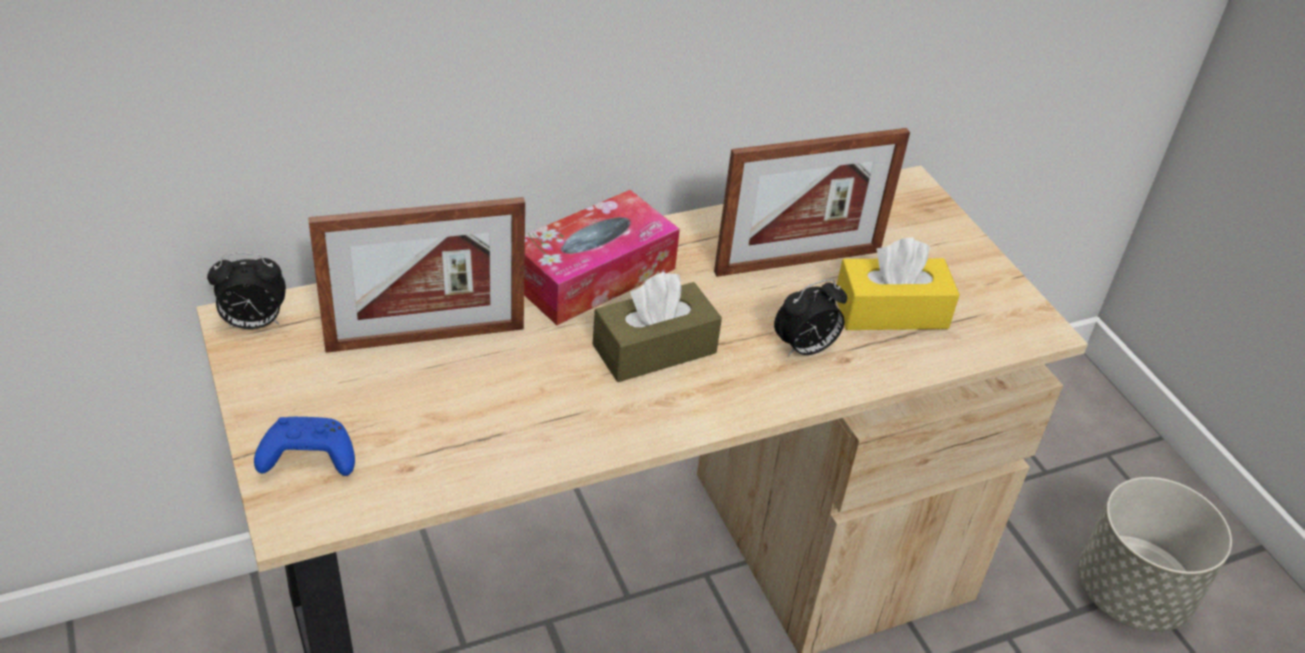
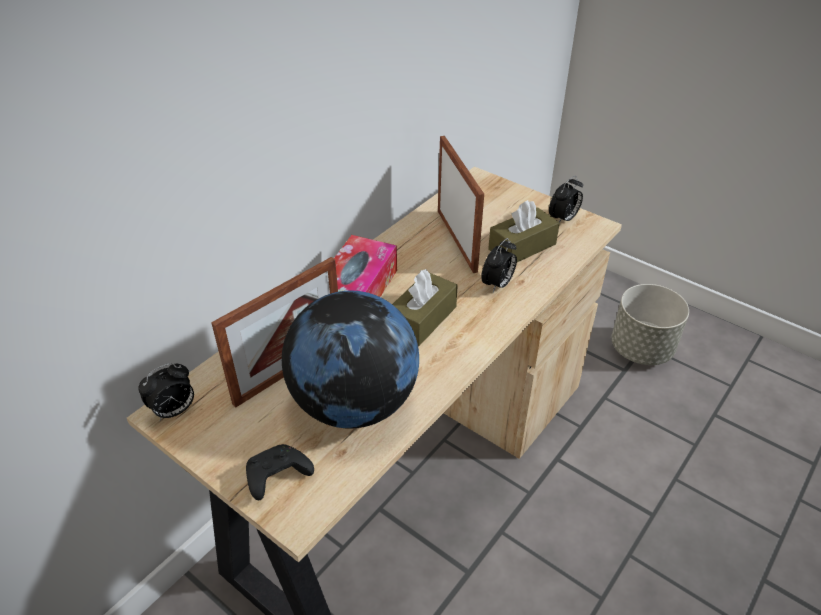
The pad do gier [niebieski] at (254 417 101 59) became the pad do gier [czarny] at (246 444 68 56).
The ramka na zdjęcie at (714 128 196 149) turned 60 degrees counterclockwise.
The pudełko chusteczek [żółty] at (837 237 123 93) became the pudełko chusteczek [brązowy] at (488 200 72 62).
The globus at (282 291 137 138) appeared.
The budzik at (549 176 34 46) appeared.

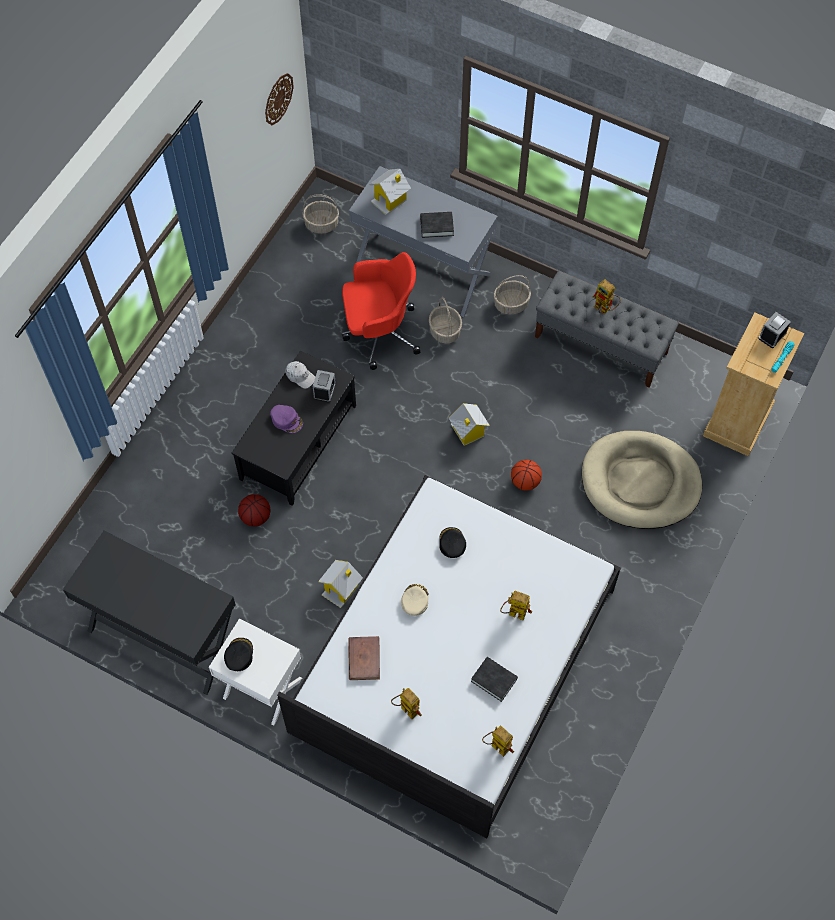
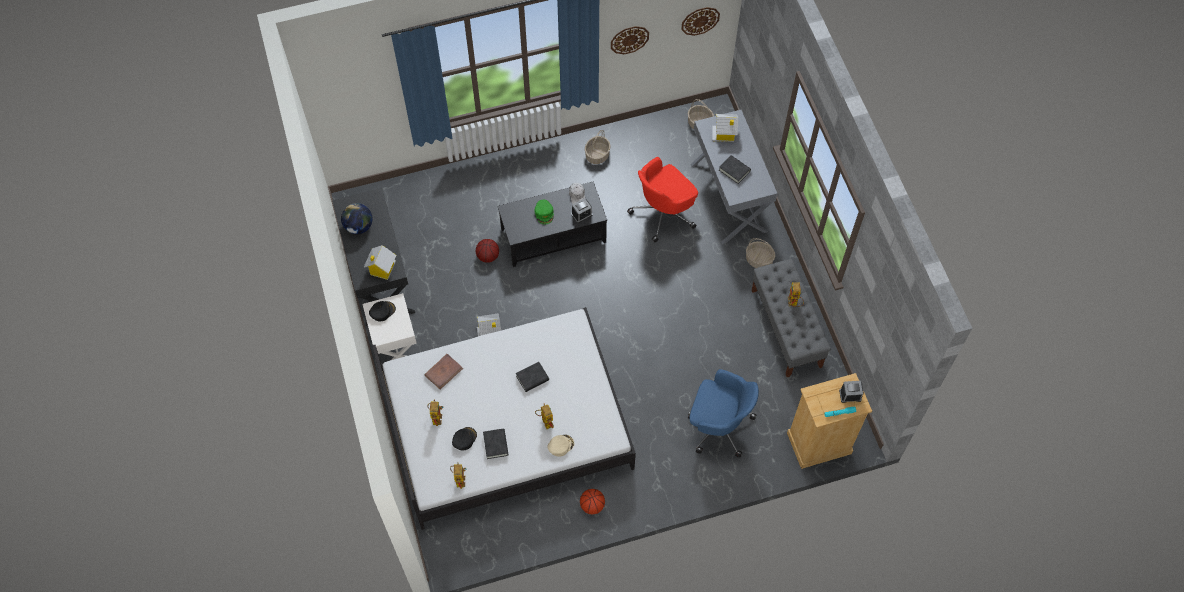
The czapka z daszkiem [fioletowy] at (270 405 33 28) became the czapka z daszkiem [zielony] at (535 200 19 25).
The krzesło biurowe [czerwony] at (342 252 78 118) turned 105 degrees clockwise.
The czapka z daszkiem [beżowy] moved from (401 584 28 32) to (547 435 27 22).
The koszyk moved from (429 297 33 46) to (585 130 26 34).
The czapka z daszkiem [czarny] moved from (439 527 27 31) to (452 427 25 24).
The domek moved from (449 403 41 43) to (364 245 32 35).
The piłka do koszykówki moved from (511 460 31 31) to (580 489 25 25).
The legowisko [beżowy] at (582 431 120 98) was replaced by the krzesło biurowe [niebieski] at (688 369 71 89).
The globus at (341 203 31 31) appeared.
The książka [czarny] at (516 362 33 30) appeared.
The zegar ścienny at (611 26 38 28) appeared.

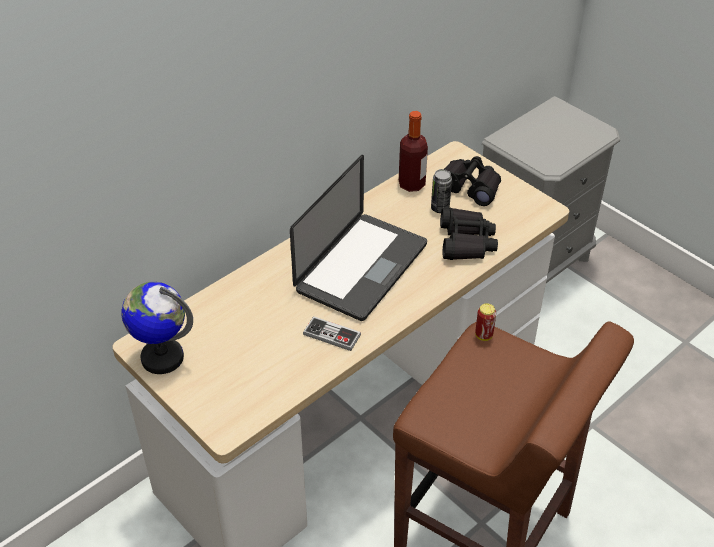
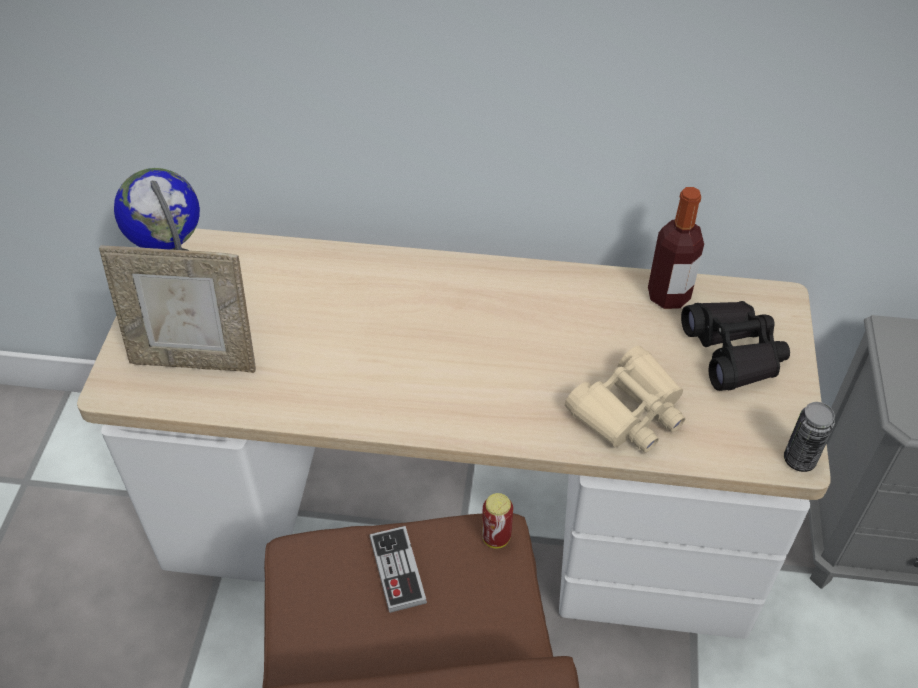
The laptop at (290 155 137 166) disappeared.
The pad do gier moved from (303 316 58 35) to (370 526 57 87).
The puszka moved from (431 169 21 44) to (784 402 51 70).
The lornetka [czarny] at (440 208 58 52) became the lornetka [beżowy] at (565 346 121 107).
The ramka na zdjęcie at (99 245 157 128) appeared.

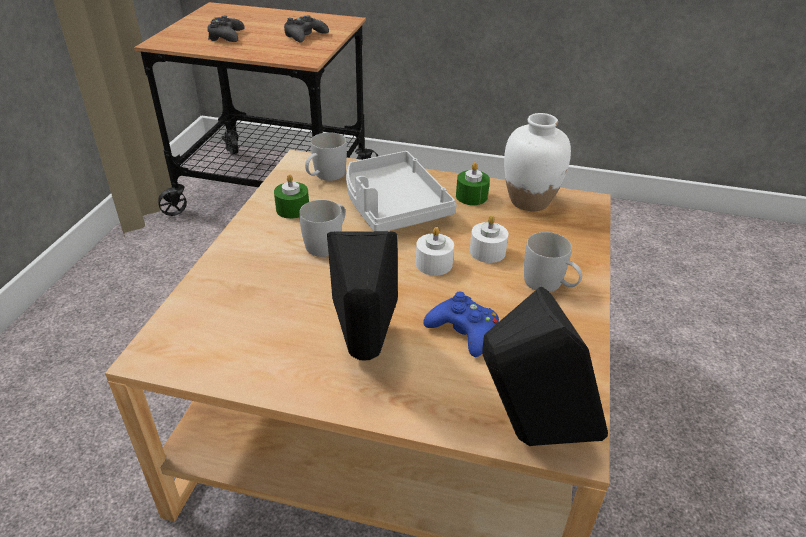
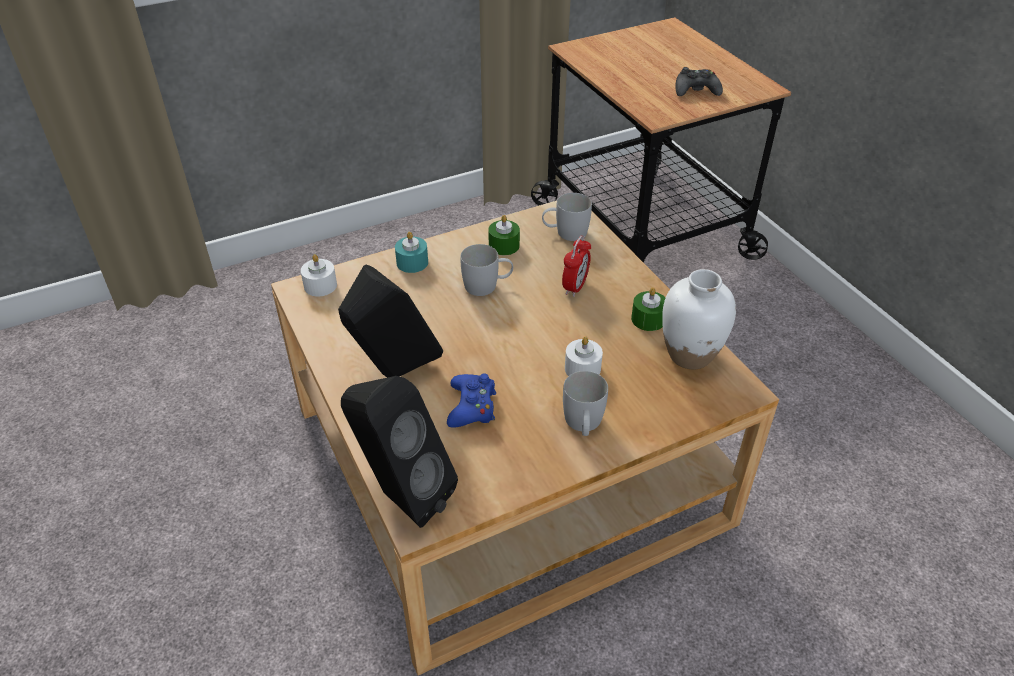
The pad do gier [czarny] at (207 16 38 26) disappeared.
The taca [szary] at (346 151 111 80) was replaced by the budzik at (562 235 29 62).
The świeca [biały] moved from (416 227 38 49) to (301 254 36 42).
The świeca [turkusowy] at (395 232 33 41) appeared.

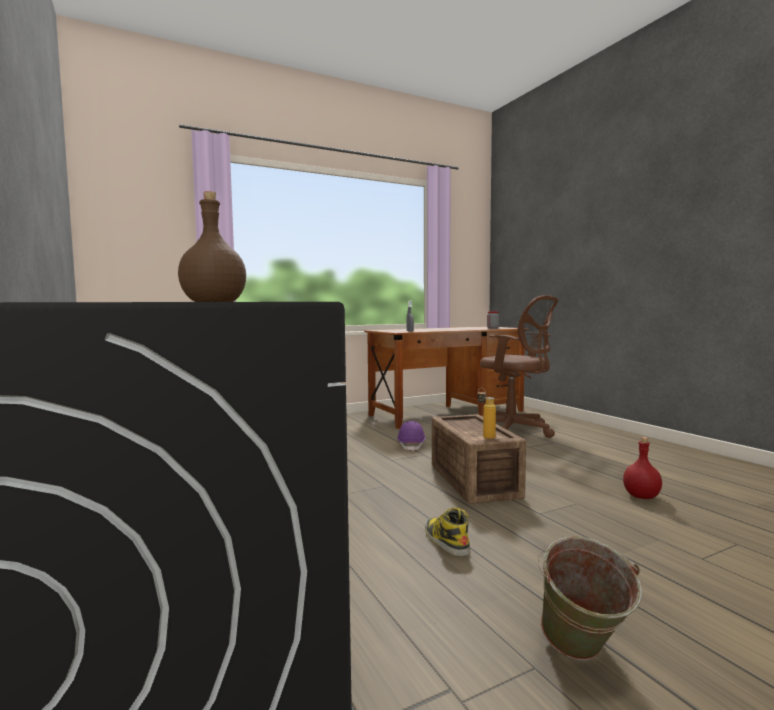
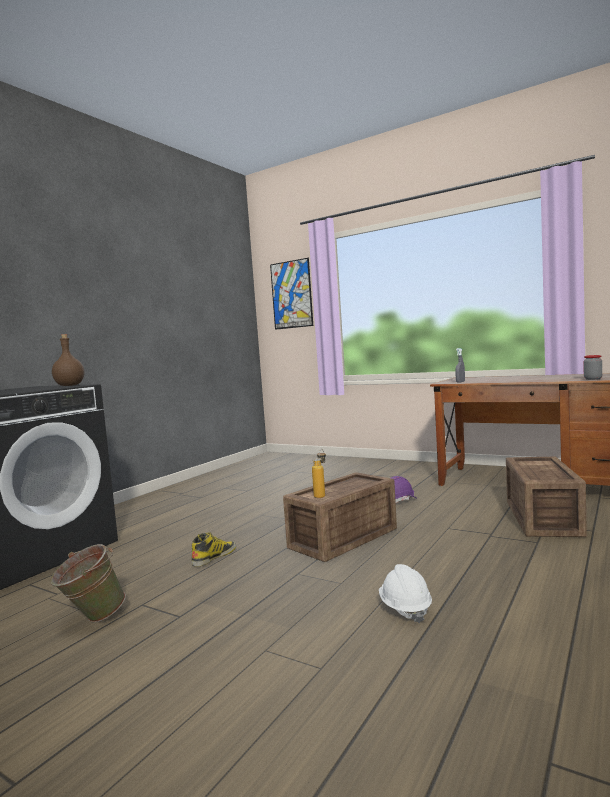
The krzesło biurowe [brązowy] at (480 295 78 143) was replaced by the skrzynka at (506 457 81 80).
The butelka [czerwony] at (623 437 39 62) was replaced by the kask [biały] at (379 564 53 59).
The obraz at (270 258 43 72) appeared.

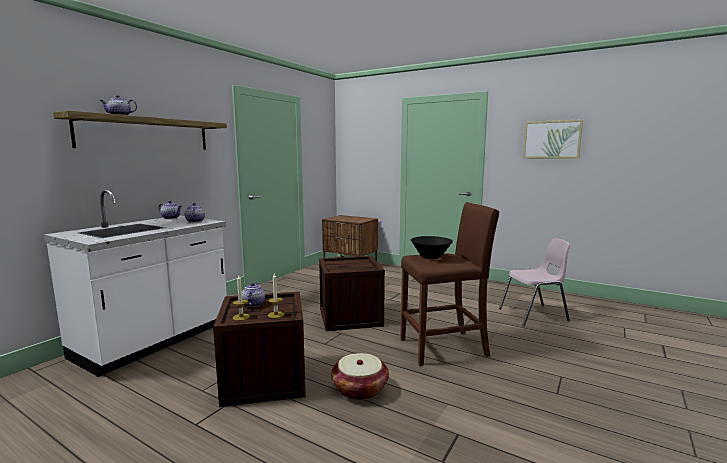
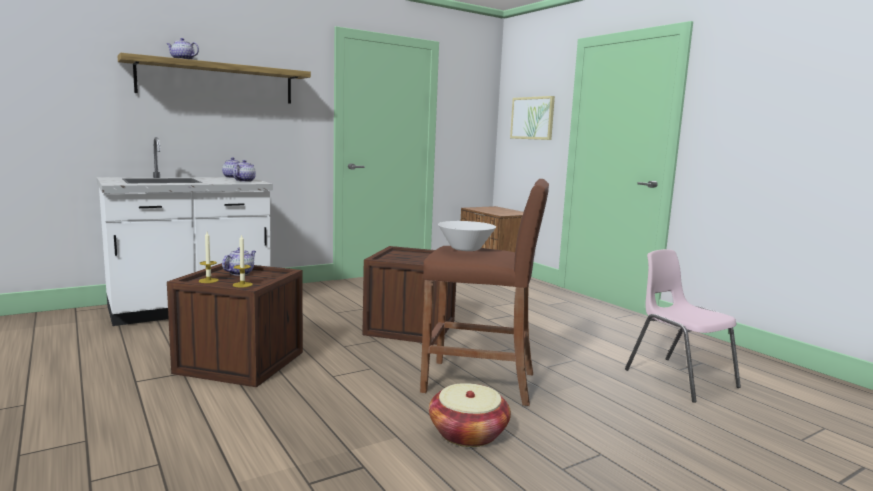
The koszyk moved from (331 353 58 47) to (429 383 82 64).
The miska [czarny] at (411 236 42 23) became the miska [biały] at (438 221 58 30).
The krzesło [różowy] at (499 238 72 88) turned 135 degrees counterclockwise.
The obraz moved from (523 119 60 40) to (510 96 45 44).

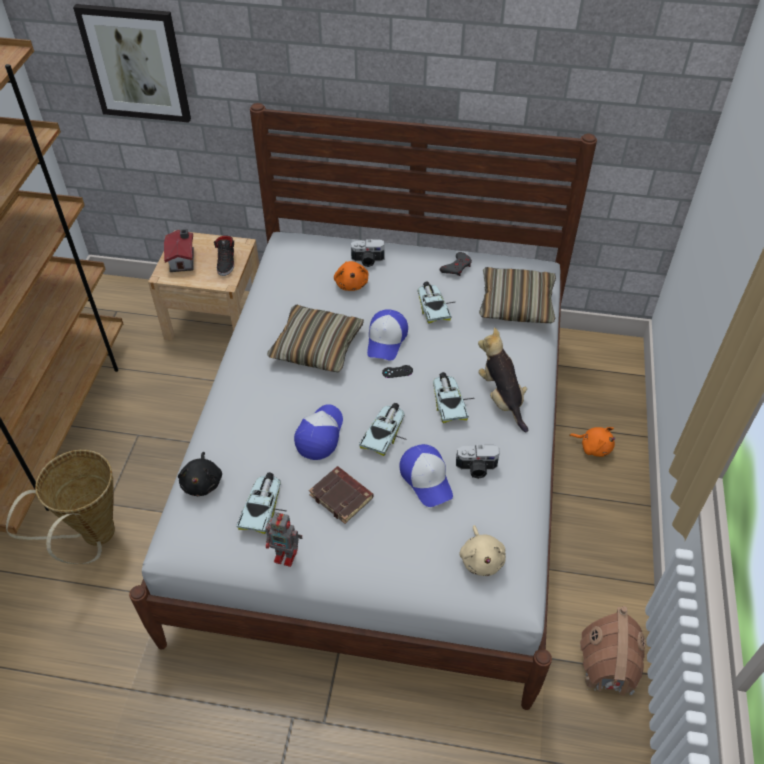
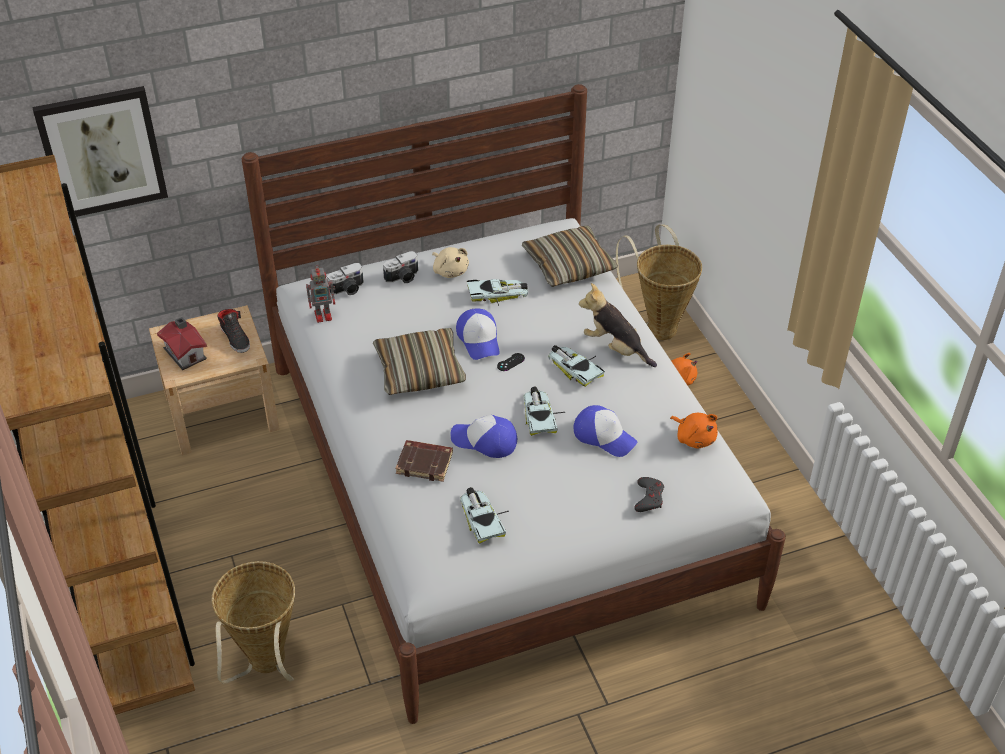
The pluszak [czarny] at (178 452 44 44) disappeared.
The robot zabawkowy moved from (265 512 37 55) to (306 265 29 58).
The czapka z daszkiem at (294 404 49 56) turned 60 degrees counterclockwise.
The książka [brązowy] moved from (309 466 65 58) to (395 440 58 42).
The pluszak [pomarańczowy] moved from (334 261 35 30) to (670 413 48 36).
The samochodzik at (418 281 37 43) turned 120 degrees clockwise.
The pad do gier [szary] moved from (440 252 32 24) to (634 477 30 35).
The aparat fotograficzny moved from (456 445 44 34) to (327 263 37 32).
The pluszak [beżowy] moved from (460 525 46 51) to (432 247 37 31).
The domek at (580 606 65 90) disappeared.
The koszyk at (616 224 86 116) appeared.

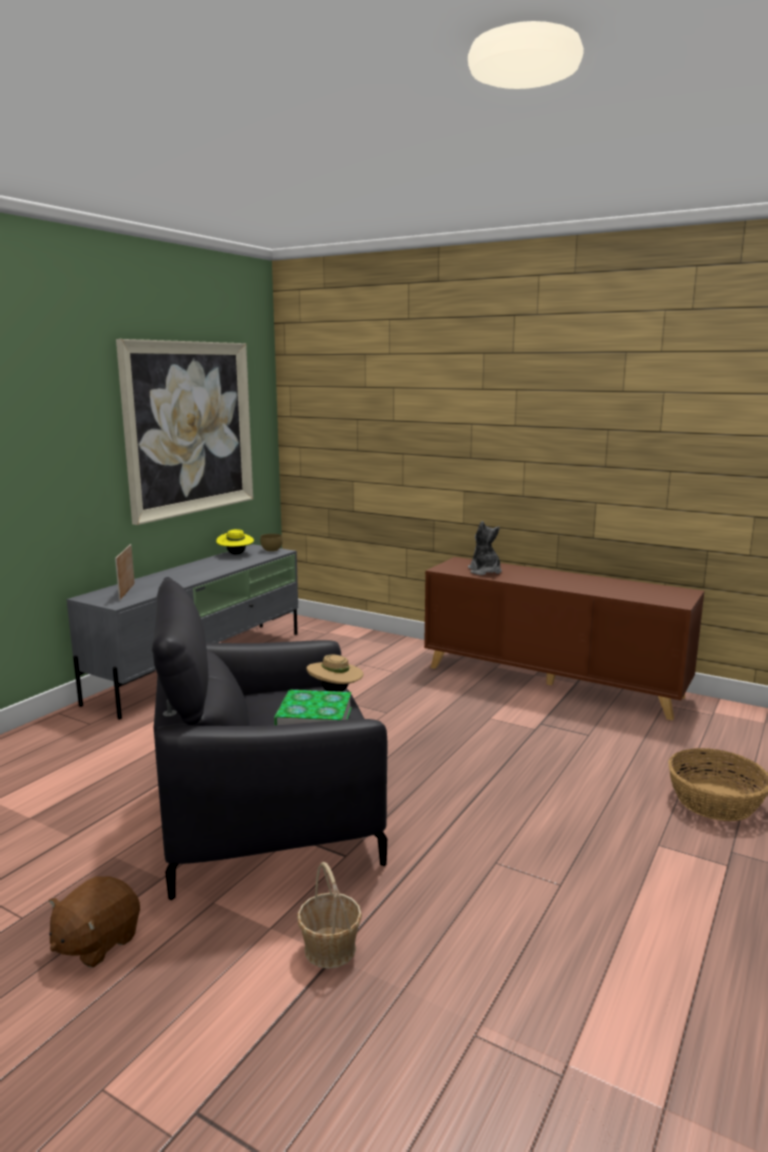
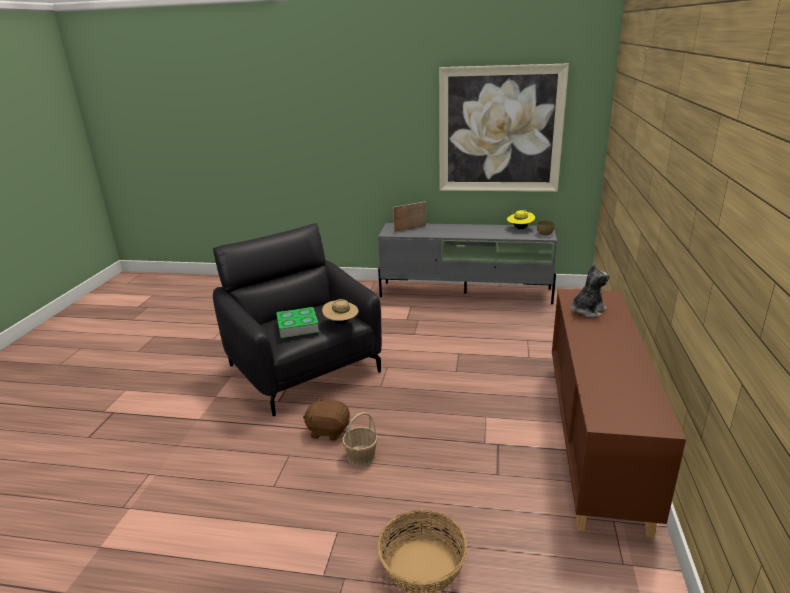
The pluszak [brązowy] moved from (49 876 91 91) to (303 398 47 43).
The koszyk moved from (297 862 65 107) to (342 412 36 55).

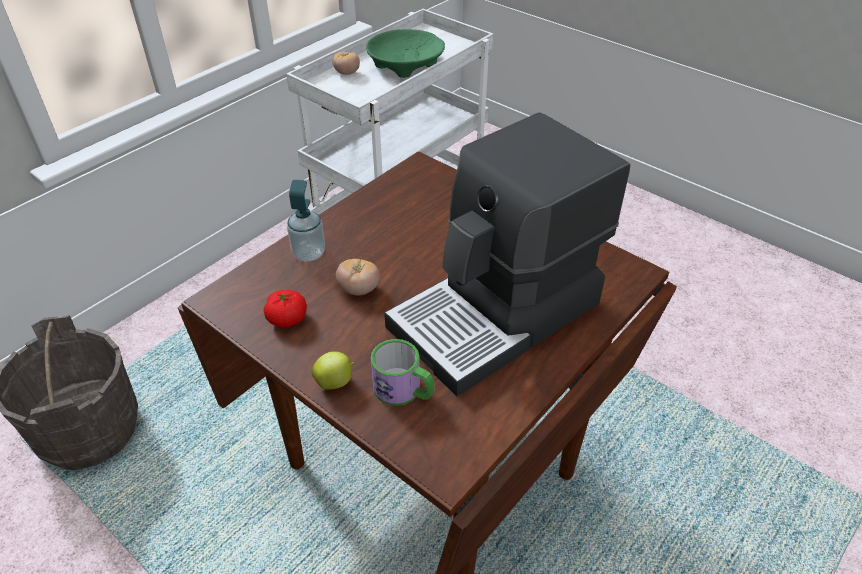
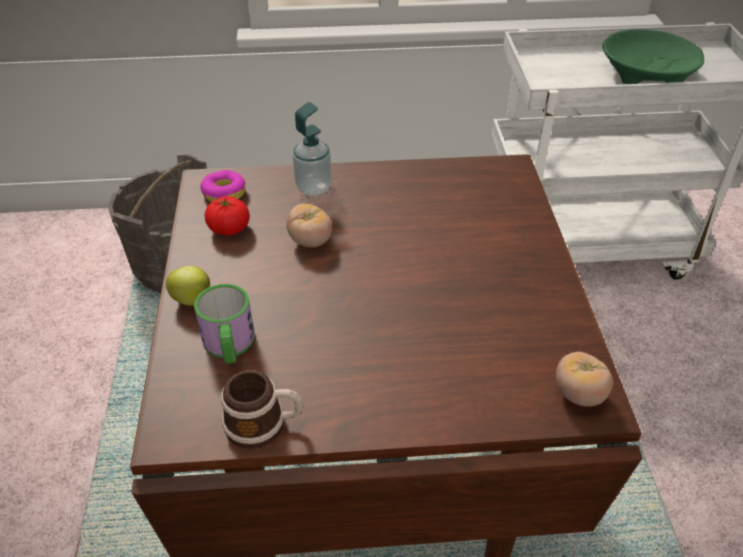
The pomidor moved from (332 52 28 23) to (556 352 57 55).
The ekspres do kawy at (384 112 246 284) disappeared.
The donut at (200 170 46 32) appeared.
The kubek at (221 370 82 79) appeared.

